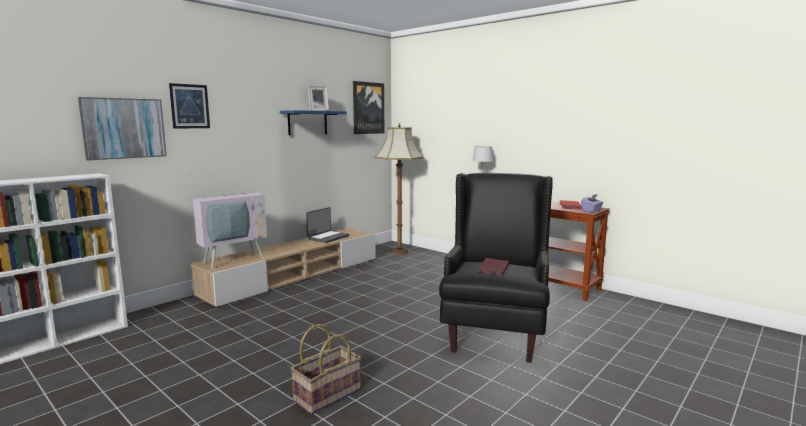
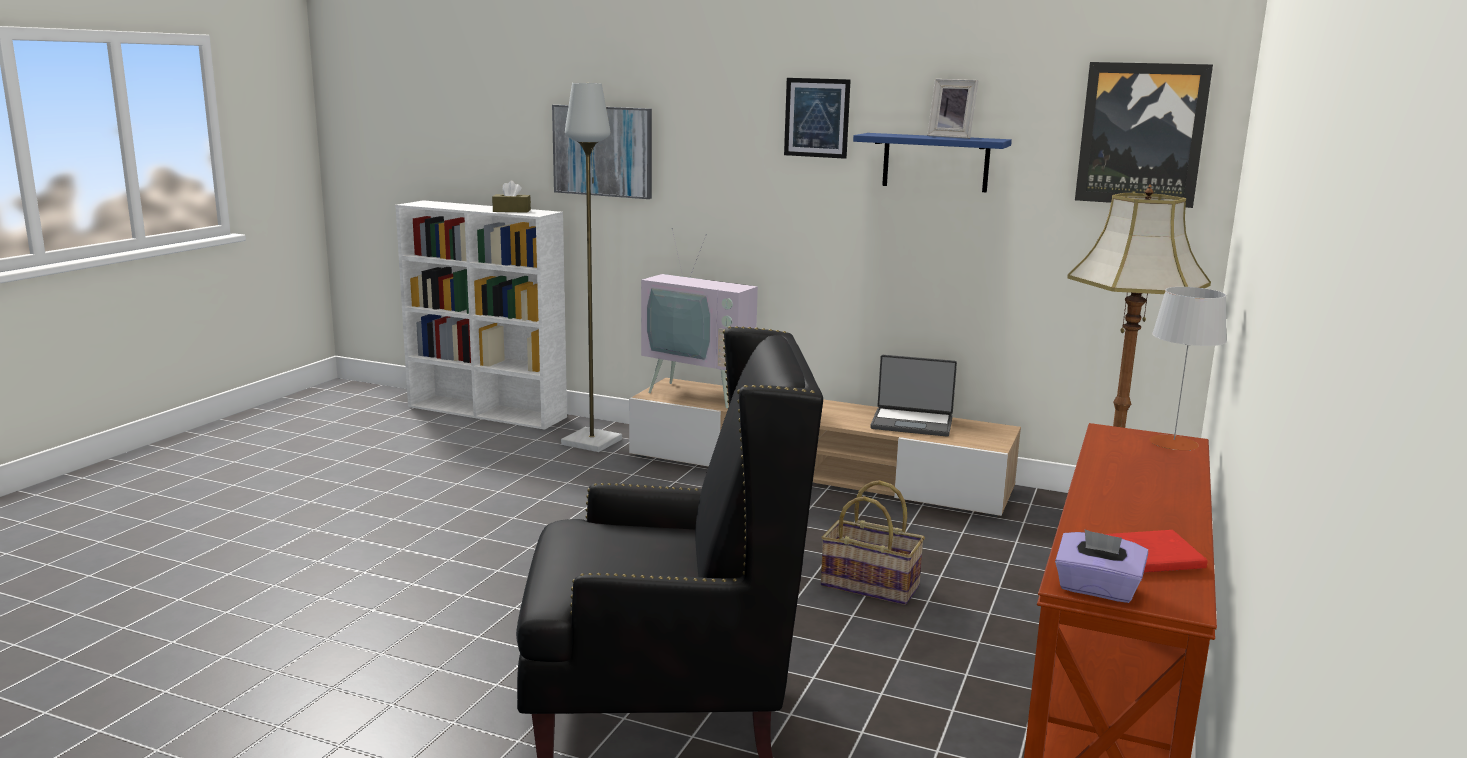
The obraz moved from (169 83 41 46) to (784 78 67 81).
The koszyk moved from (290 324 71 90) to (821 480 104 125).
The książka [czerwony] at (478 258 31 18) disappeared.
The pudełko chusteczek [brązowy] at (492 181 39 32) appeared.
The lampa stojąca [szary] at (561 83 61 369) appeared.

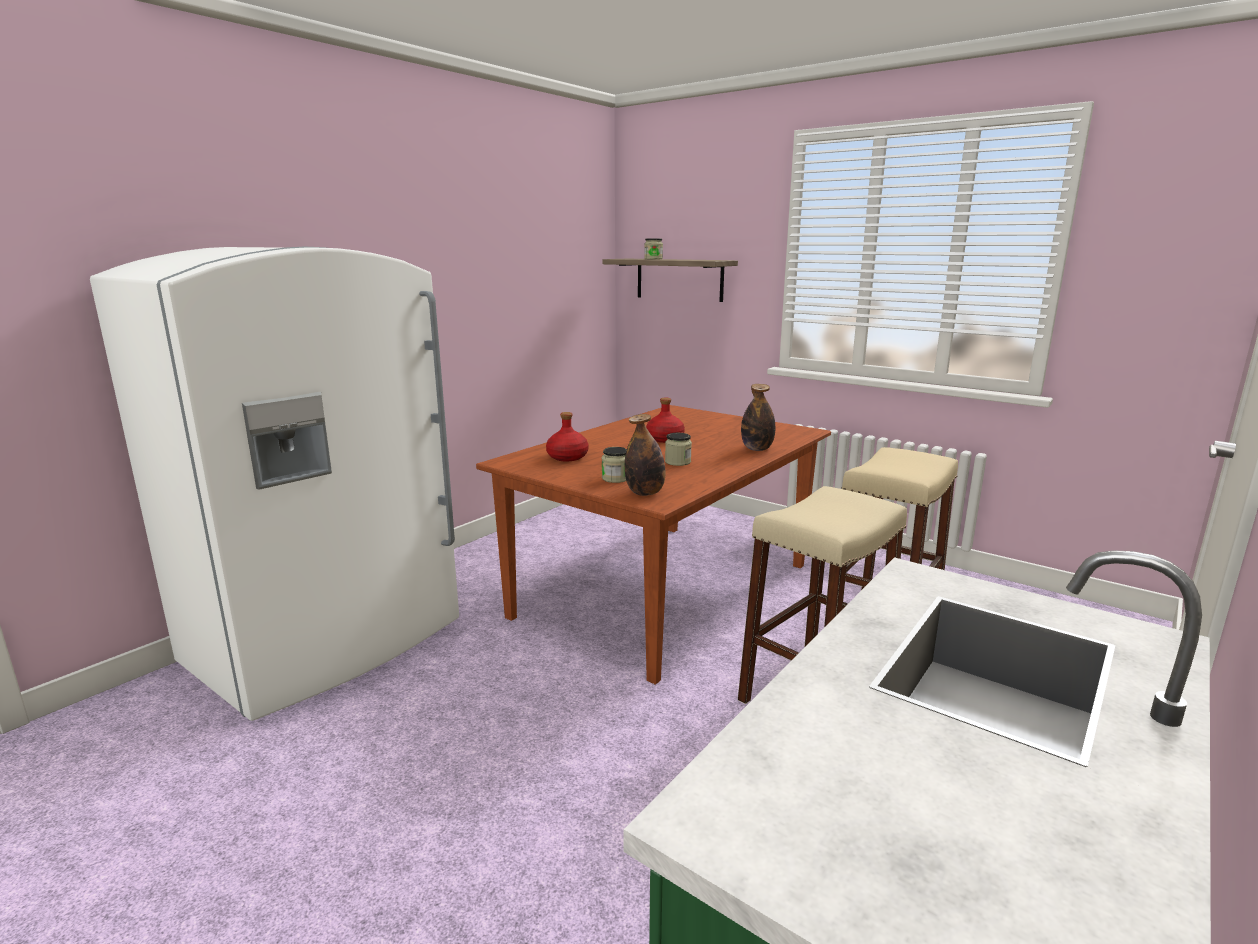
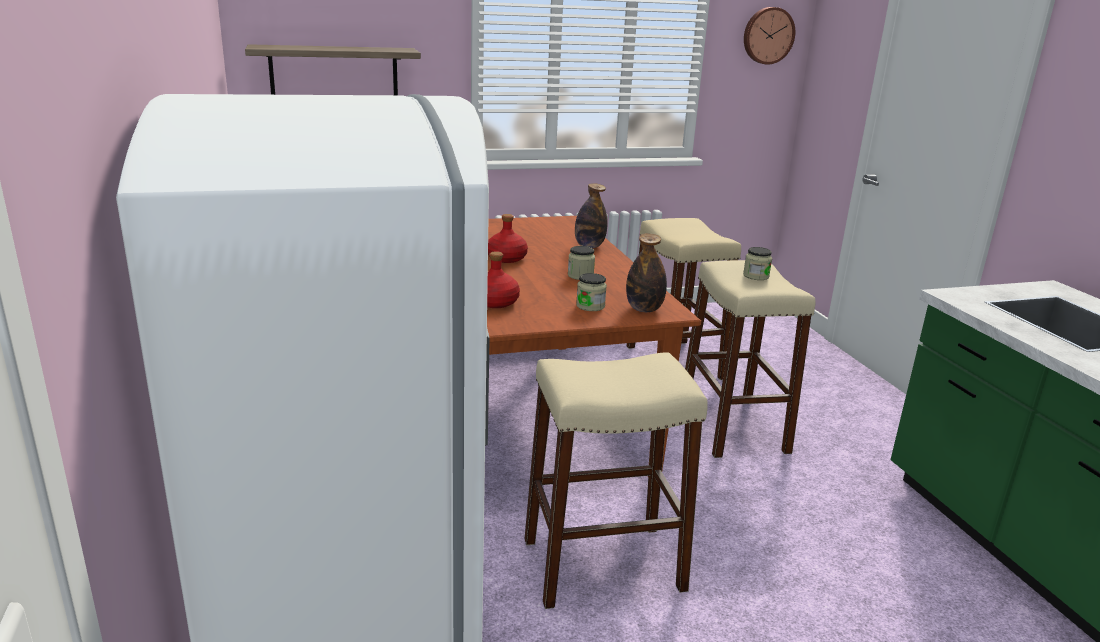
The słoik moved from (644 238 19 21) to (743 247 29 33).
The stołek [beżowy] at (524 352 184 257) appeared.
The zegar ścienny at (744 7 51 58) appeared.

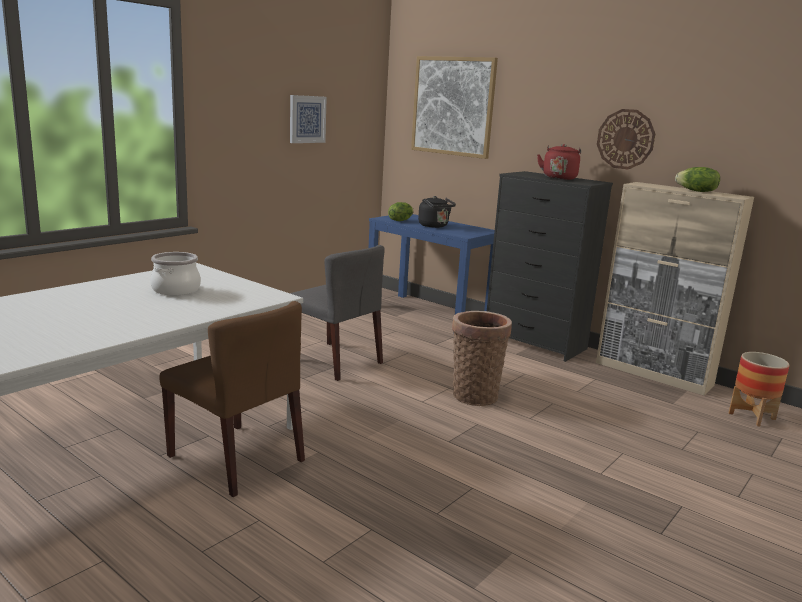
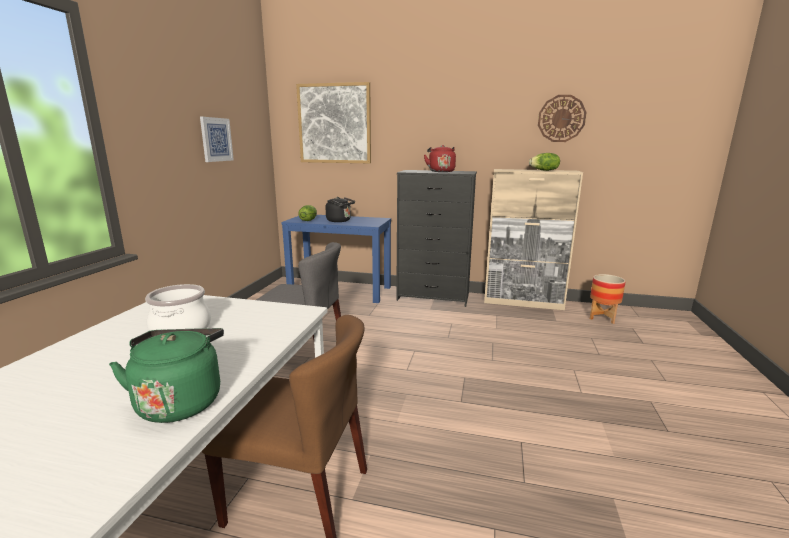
The koszyk at (452 311 60 95) disappeared.
The zegar ścienny moved from (597 109 58 60) to (538 95 49 47).
The czajnik [zielony] at (109 328 115 95) appeared.

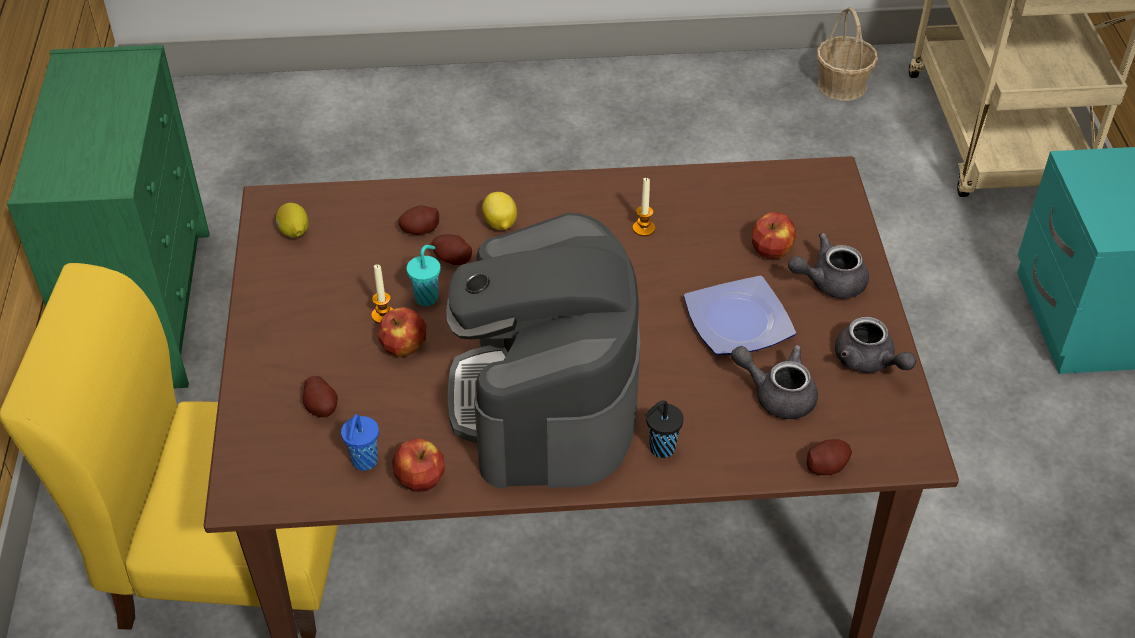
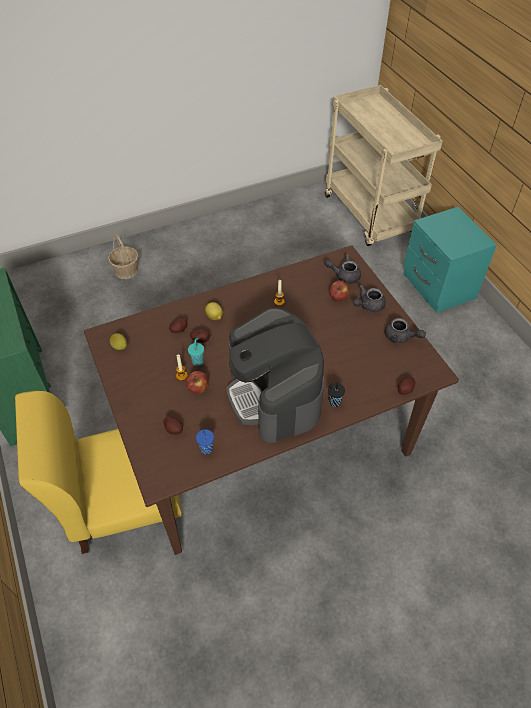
The jabłko at (392 438 53 54) disappeared.
The talerz at (684 276 112 79) disappeared.
The imbryk [szary] moved from (731 345 87 74) to (324 254 37 30).
The koszyk moved from (817 7 61 94) to (108 235 31 44).

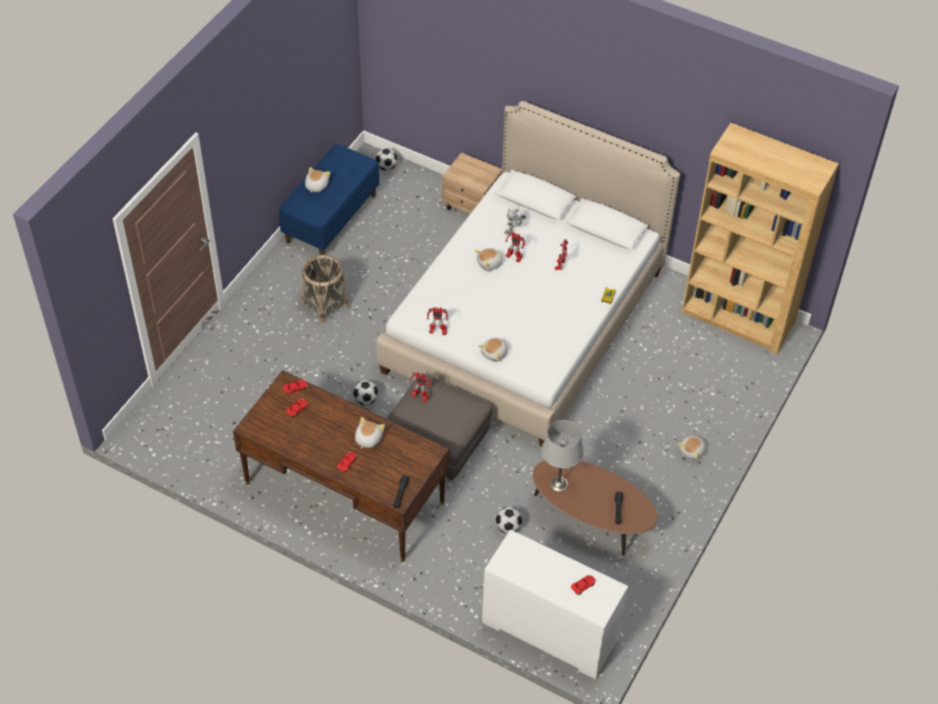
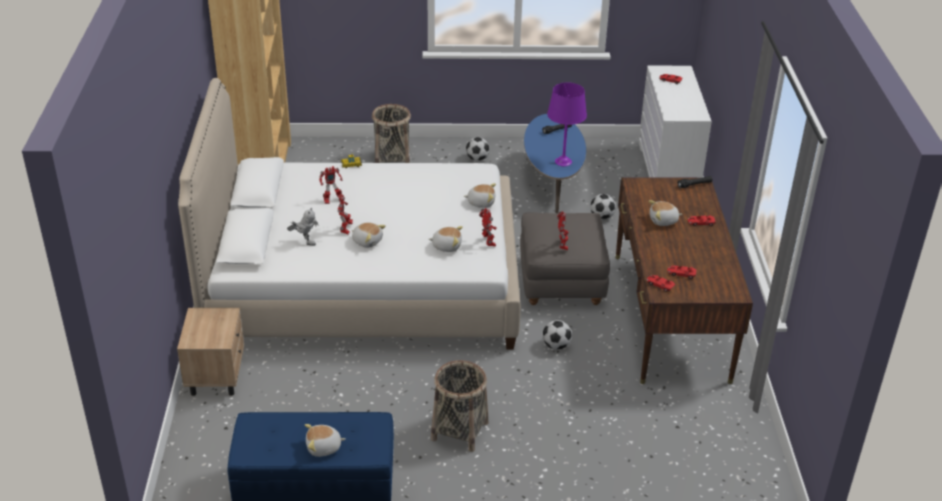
The piłka futbolowa moved from (375 148 23 23) to (466 137 24 24).
The ława [brązowy] at (533 461 124 95) became the ława [niebieski] at (524 114 62 99).
The lampa stołowa [szary] at (541 420 43 72) became the lampa stołowa [fioletowy] at (547 83 40 83).
The pluszak moved from (677 436 29 25) to (429 226 34 26).
The koszyk at (372 104 39 59) appeared.

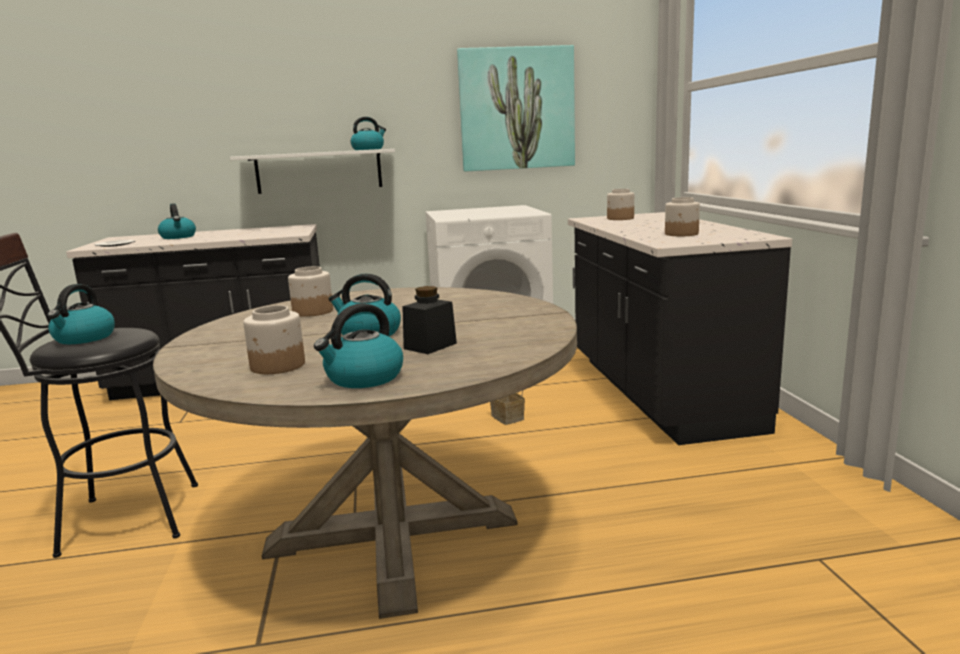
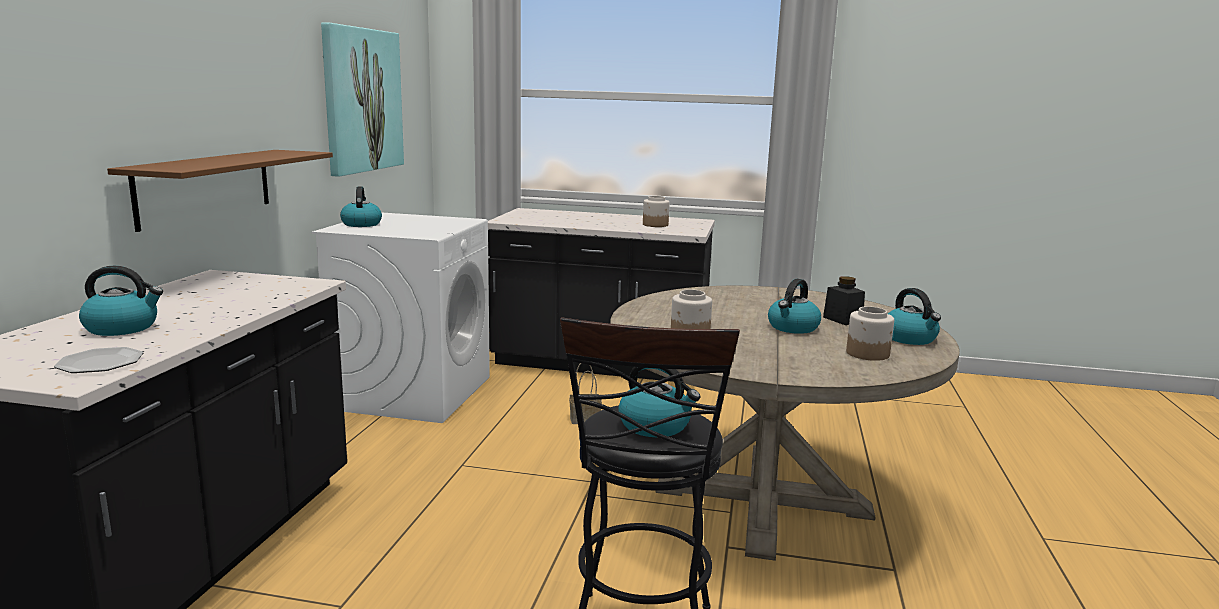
The półka [biały] at (230 149 165 45) became the półka [brązowy] at (107 150 226 82).
The czajnik moved from (351 117 35 33) to (340 186 42 41).
The słoik at (607 189 27 31) disappeared.

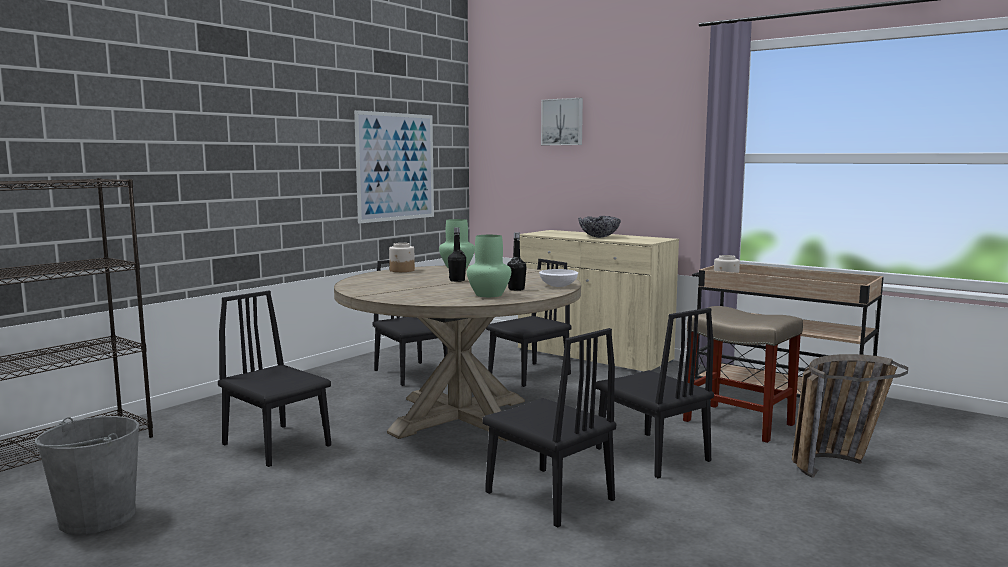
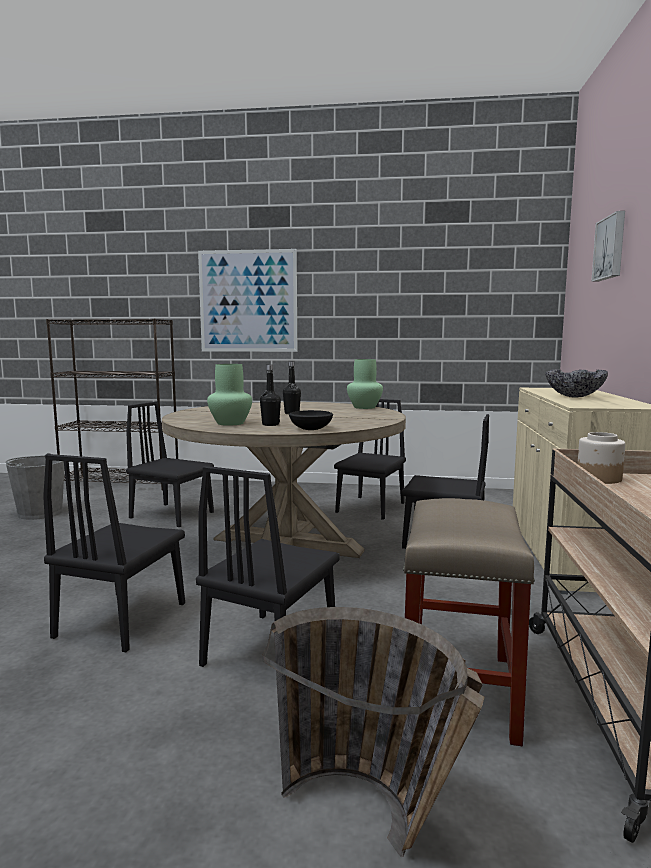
The krzesło [czarny] at (218 291 113 176) turned 75 degrees counterclockwise.
The obraz moved from (354 110 80 113) to (198 249 99 103).
The słoik at (389 243 26 29) disappeared.
The miska [biały] at (539 269 39 18) became the miska [czarny] at (289 410 44 20).

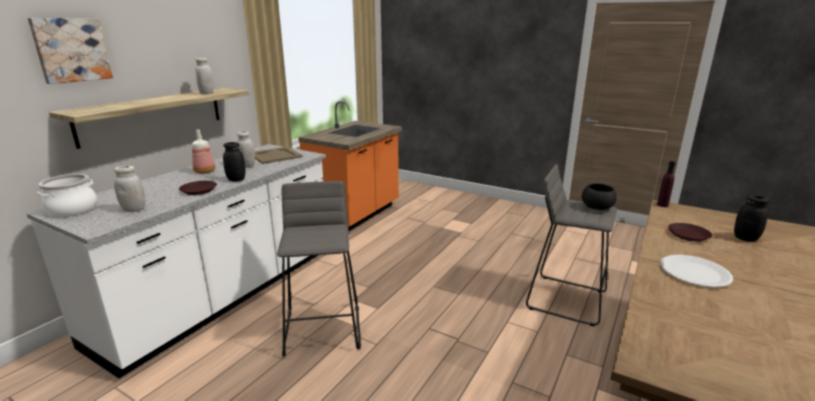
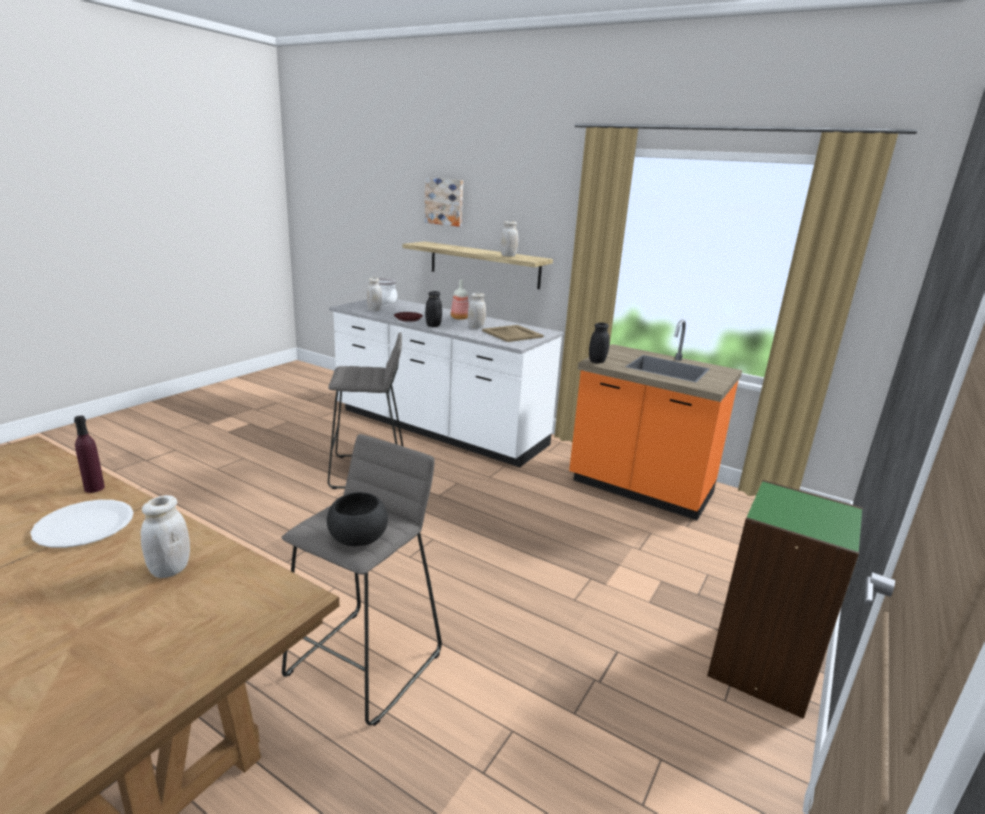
The butelka [fioletowy] moved from (657 161 18 46) to (74 416 31 77).
The talerz [brązowy] at (668 223 44 19) was replaced by the słoik [biały] at (141 495 49 83).
The słoik [czarny] moved from (734 195 35 47) to (589 323 21 41).
The regał [zielony] at (707 480 156 239) appeared.

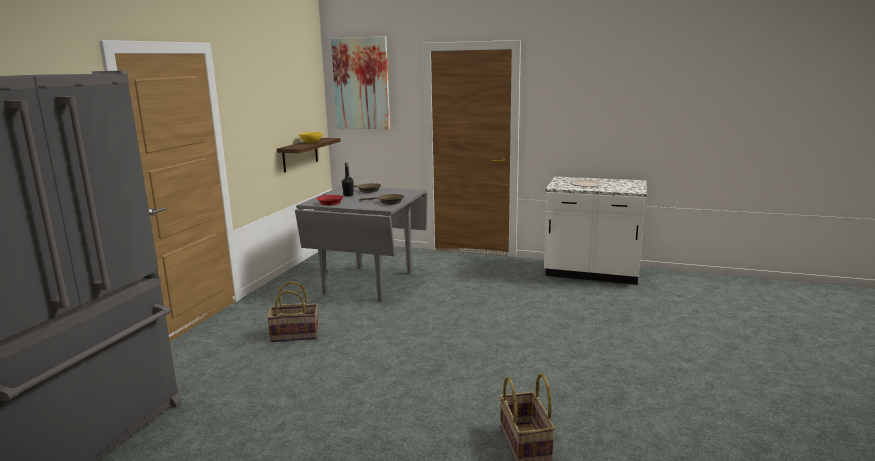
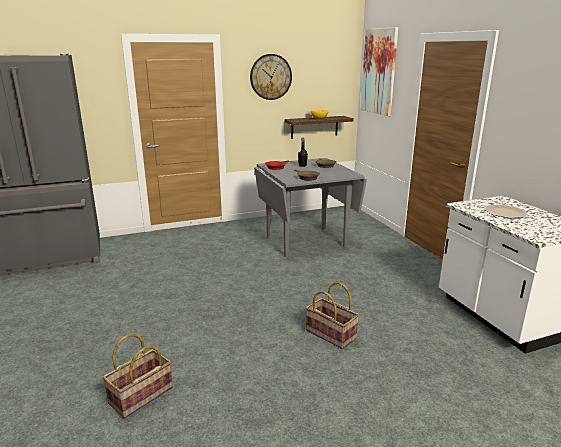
The koszyk moved from (267 281 52 61) to (306 282 53 67).
The zegar ścienny at (250 54 42 46) appeared.

